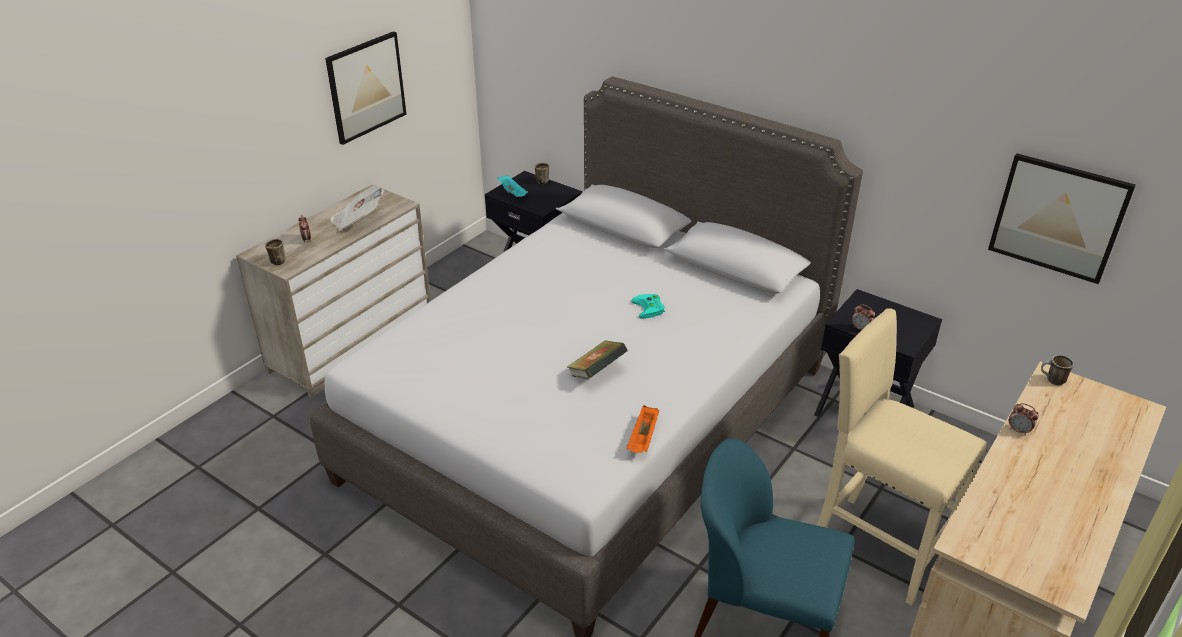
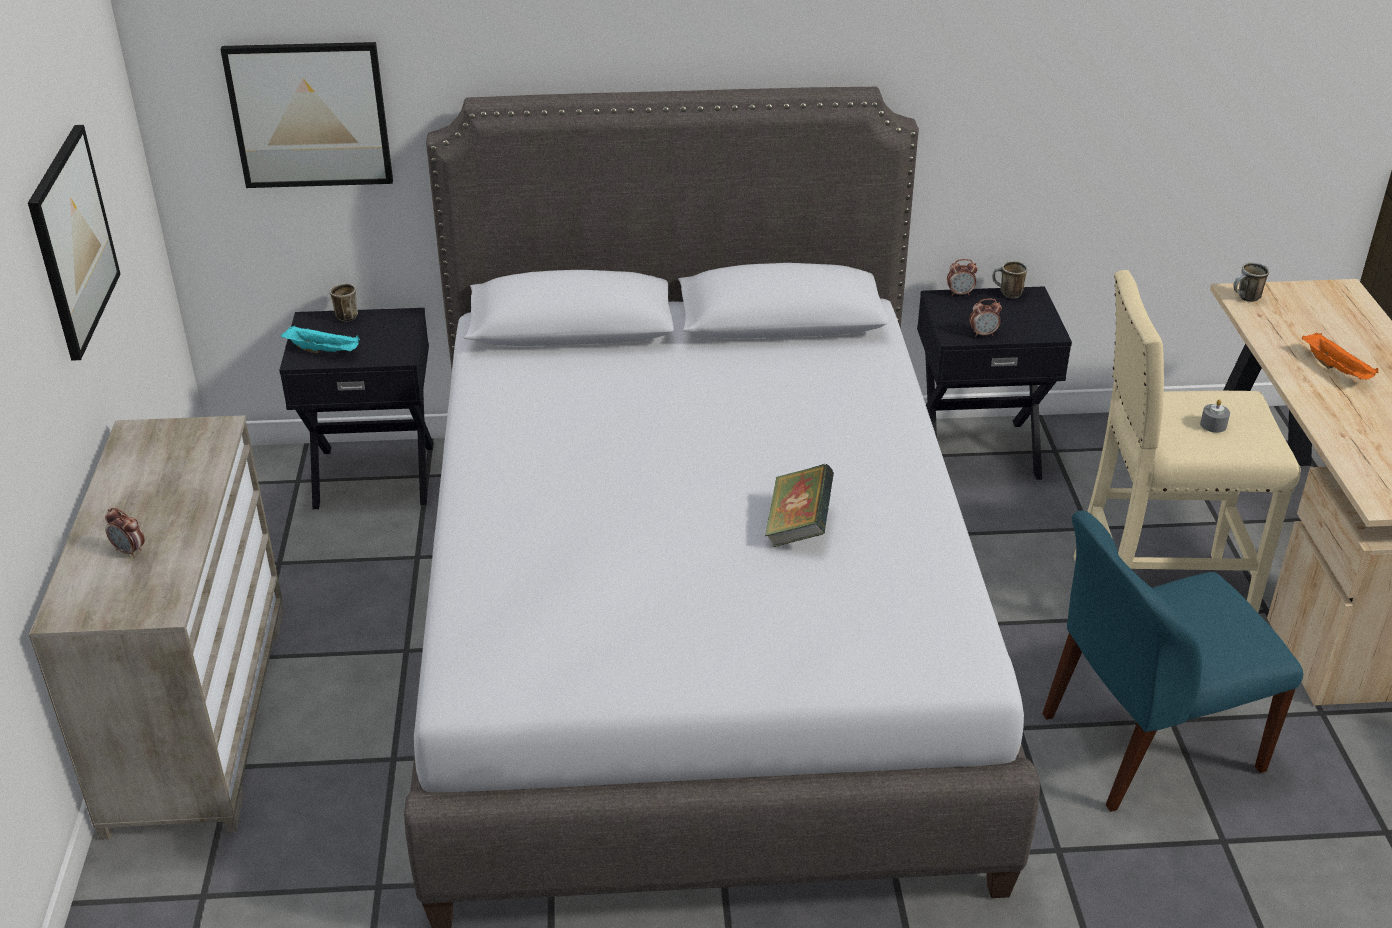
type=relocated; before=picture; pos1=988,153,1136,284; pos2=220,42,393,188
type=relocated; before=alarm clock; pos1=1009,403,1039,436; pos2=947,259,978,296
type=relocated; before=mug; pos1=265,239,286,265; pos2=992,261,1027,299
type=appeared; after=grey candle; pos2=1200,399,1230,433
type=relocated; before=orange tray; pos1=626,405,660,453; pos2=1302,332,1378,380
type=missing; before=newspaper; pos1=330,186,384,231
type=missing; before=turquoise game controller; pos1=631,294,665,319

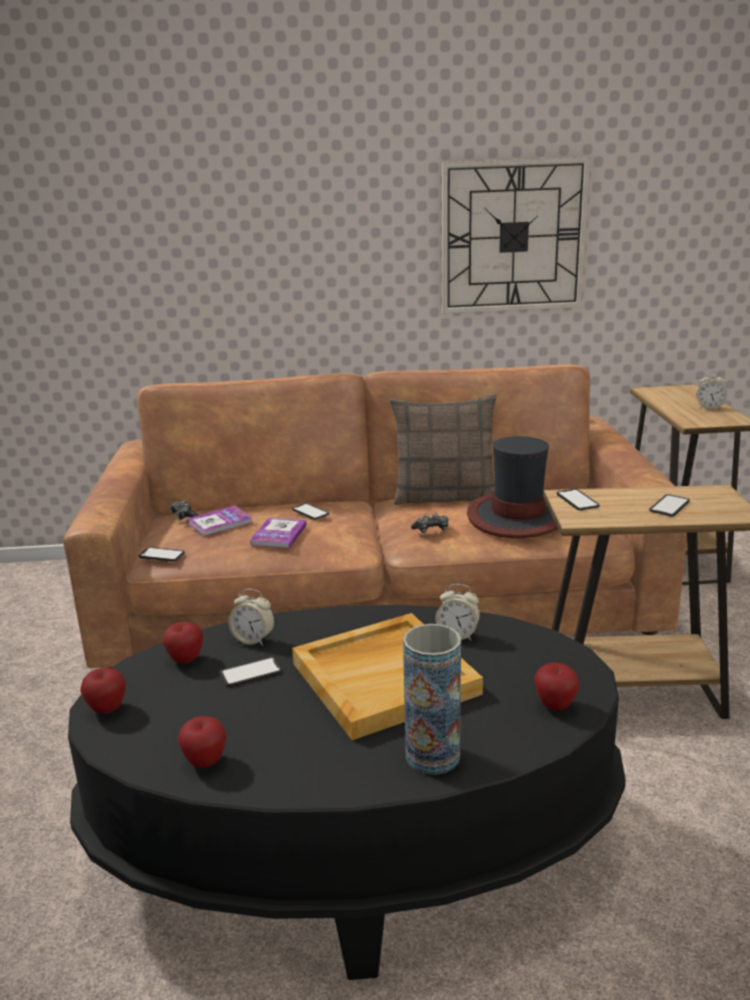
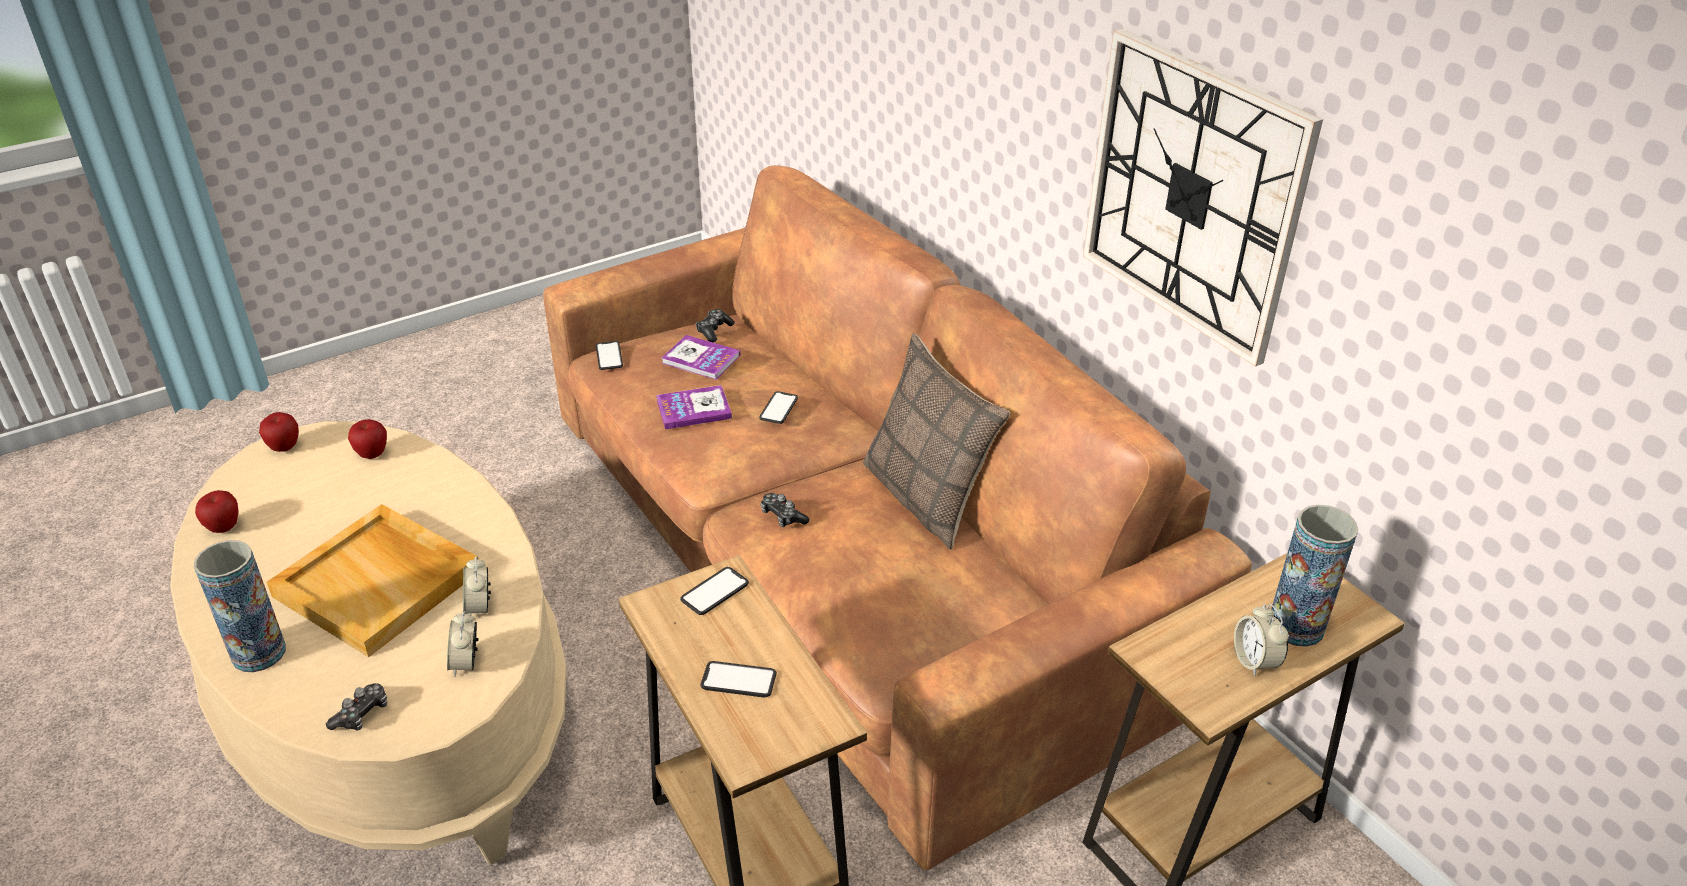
type=colour; before=black coffee table; after=beige coffee table; pos1=68,605,626,980; pos2=170,421,567,865
type=exchanged; before=apple; after=game controller; pos1=535,663,580,710; pos2=326,683,387,731
type=relocated; before=alarm clock; pos1=228,589,275,646; pos2=447,611,479,677
type=appeared; after=vase; pos2=1272,505,1359,647
type=missing; before=phone; pos1=220,657,282,687
type=missing; before=hat; pos1=467,436,558,538

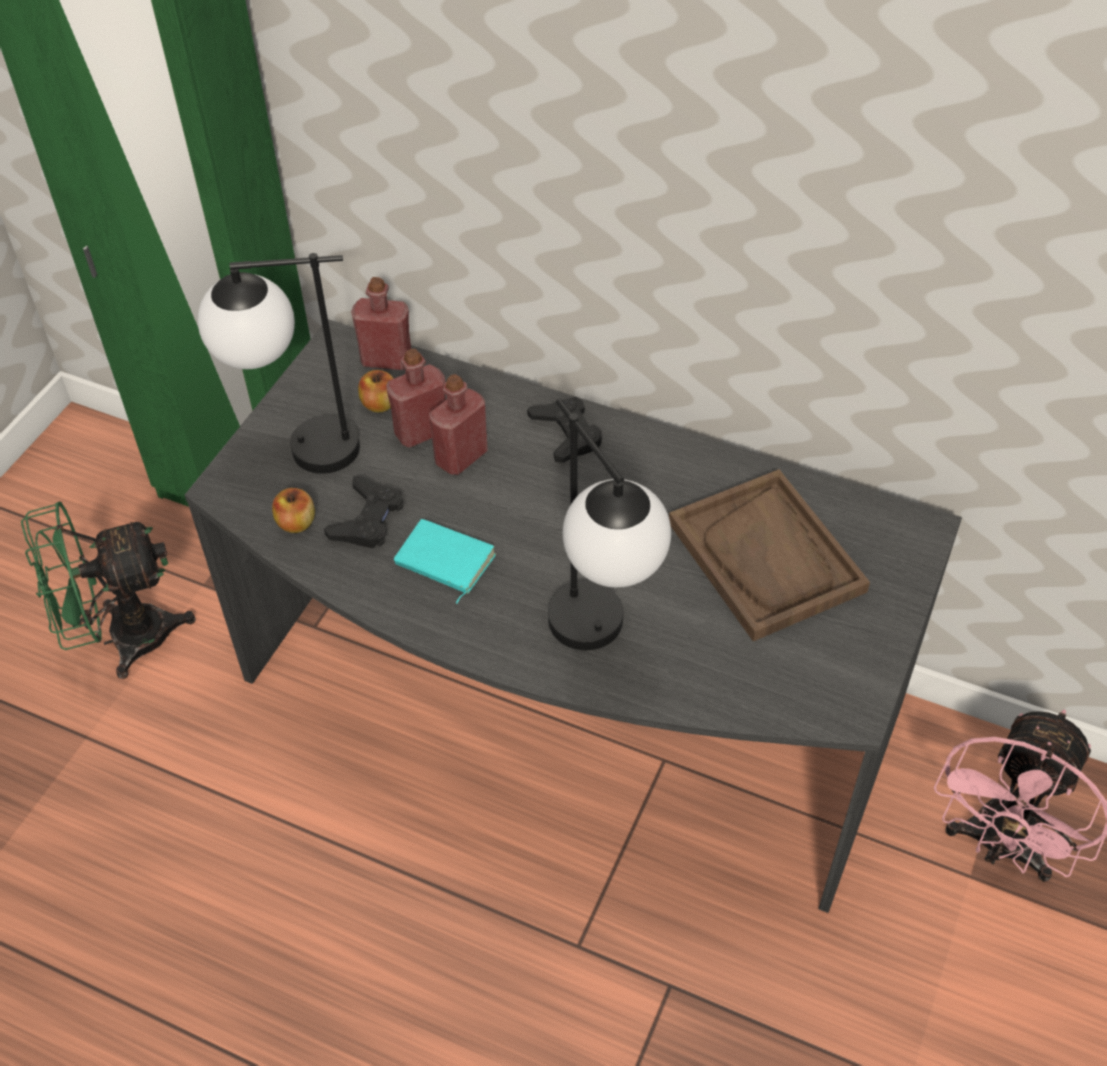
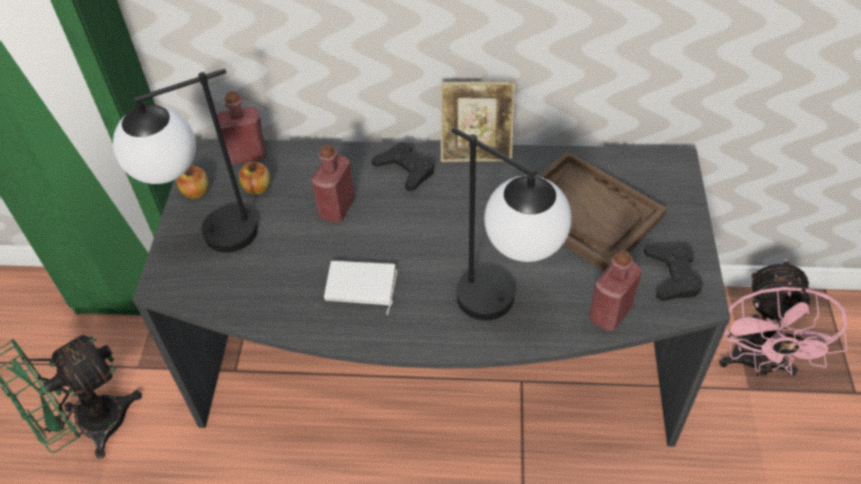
type=relocated; before=apple; pos1=272,488,315,533; pos2=176,166,209,199
type=colour; before=turquoise book; after=white book; pos1=394,519,496,603; pos2=324,261,397,315
type=appeared; after=picture frame; pos2=440,81,516,162
type=relocated; before=red bottle; pos1=386,349,446,448; pos2=589,250,642,331
type=relocated; before=black game controller; pos1=324,476,404,549; pos2=644,245,704,301

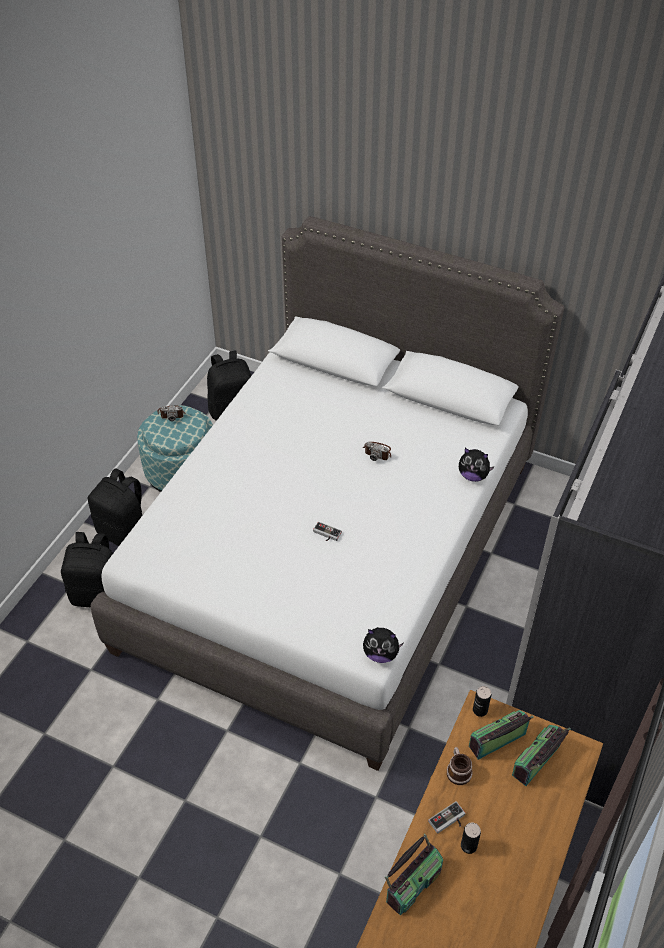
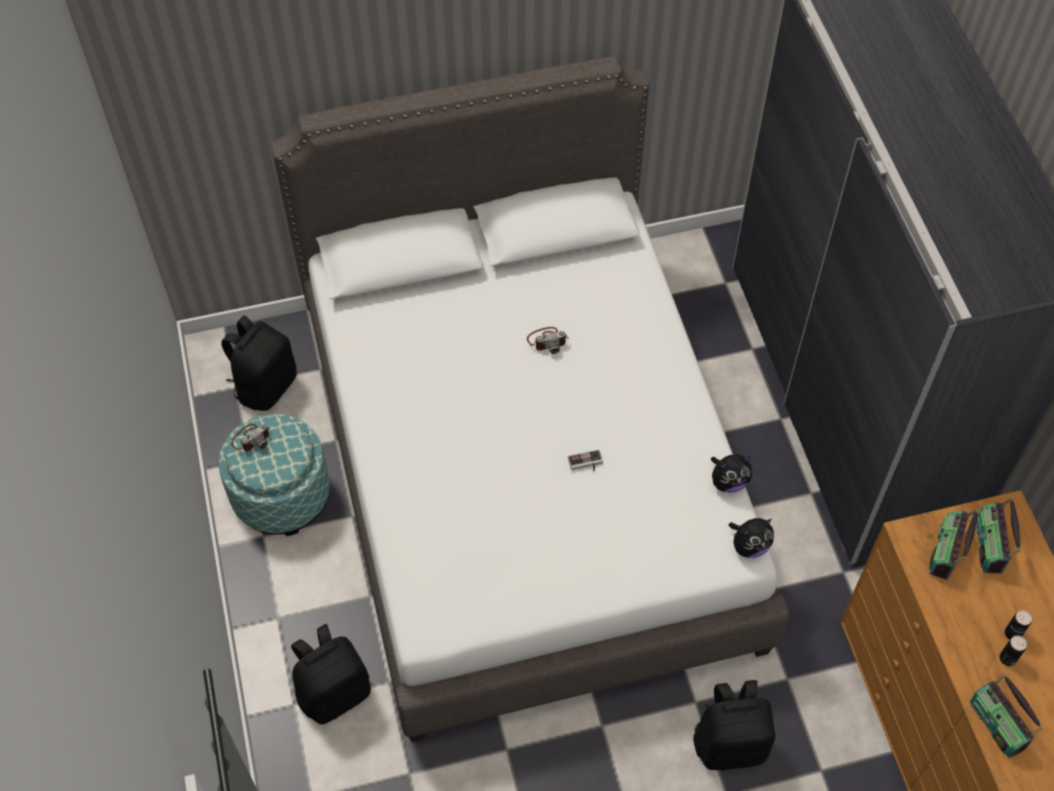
type=relocated; before=black backpack; pos1=88,468,142,546; pos2=693,680,775,770
type=relocated; before=plush toy; pos1=459,448,495,482; pos2=711,454,752,493
type=spun; before=radio; pos1=385,834,443,916; pos2=970,674,1043,758; turn=150
type=relocated; before=can; pos1=473,686,491,717; pos2=1005,610,1032,640
type=missing; before=game controller; pos1=428,801,465,834
type=missing; before=mug; pos1=447,747,473,785

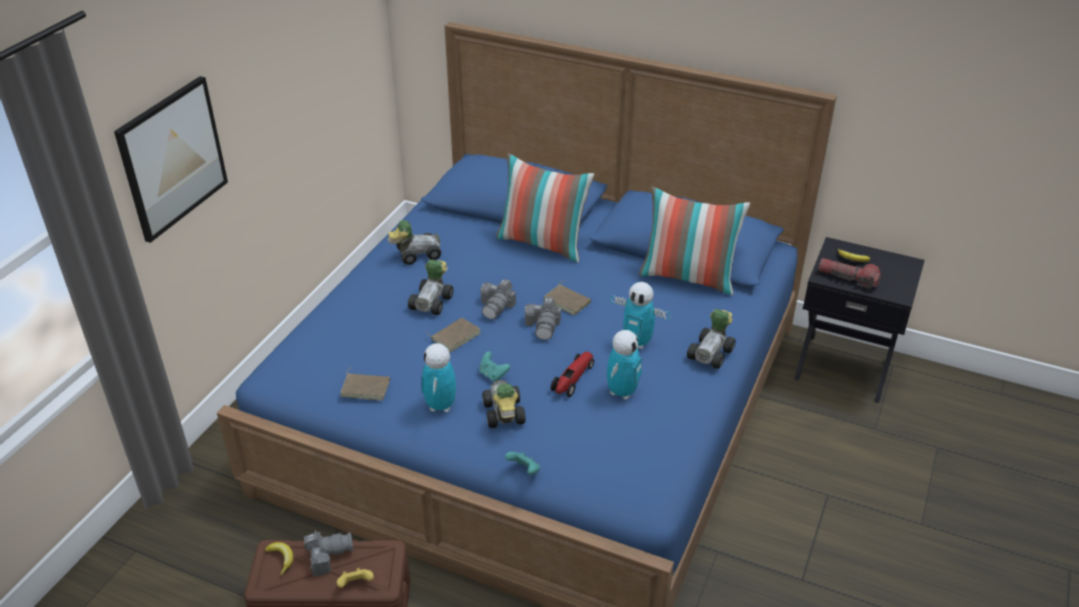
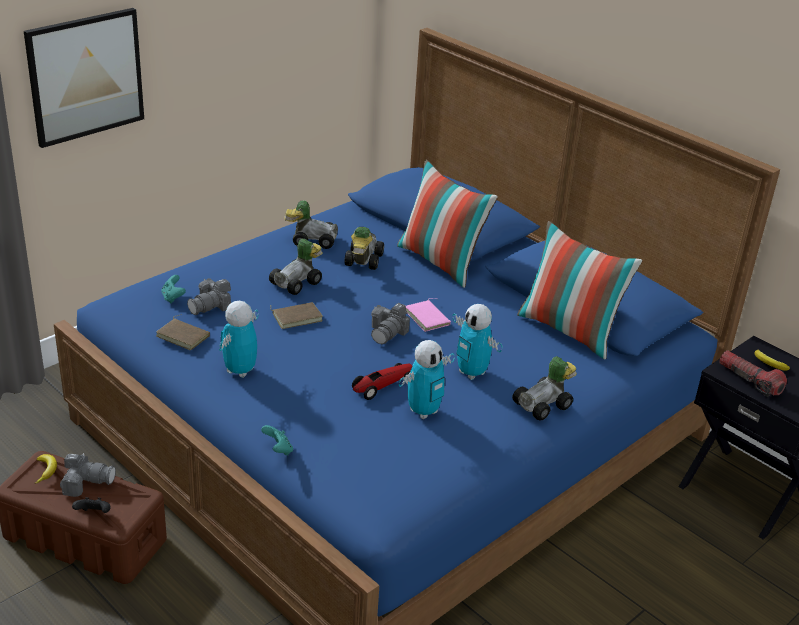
type=colour; before=yellow game controller; after=black game controller; pos1=337,568,374,588; pos2=72,497,111,513
type=relocated; before=turquoise game controller; pos1=479,351,510,381; pos2=161,275,186,303
type=relocated; before=photo camera; pos1=480,279,516,319; pos2=187,278,231,315
type=relocated; before=toy car; pos1=482,380,526,428; pos2=344,227,384,270
type=colour; before=brown book; after=pink book; pos1=543,281,591,316; pos2=406,298,451,332

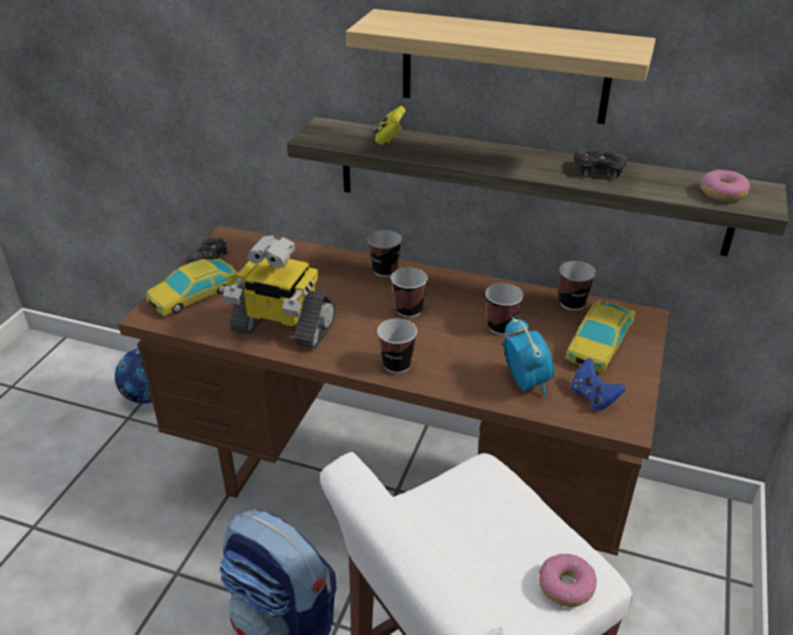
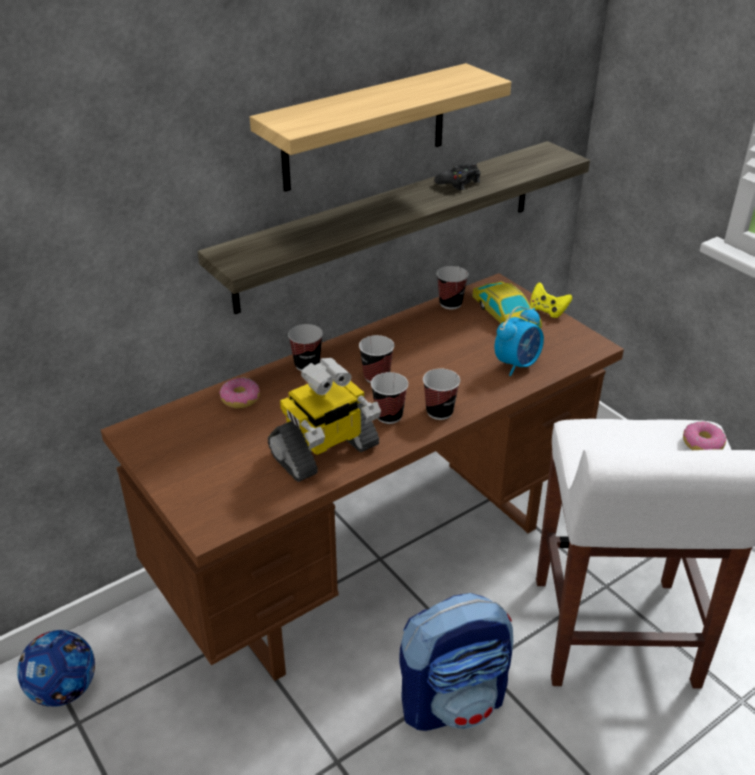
type=relocated; before=donut; pos1=701,170,750,201; pos2=219,378,260,408
type=relocated; before=cup; pos1=486,283,524,335; pos2=371,372,408,424
type=spun; before=alarm clock; pos1=503,317,554,396; pos2=495,306,544,376; turn=120
type=relocated; before=yellow game controller; pos1=374,106,405,145; pos2=530,282,572,318
type=missing; before=toy car; pos1=146,259,239,316
type=missing; before=black game controller; pos1=185,237,229,264
type=missing; before=blue game controller; pos1=571,358,625,411

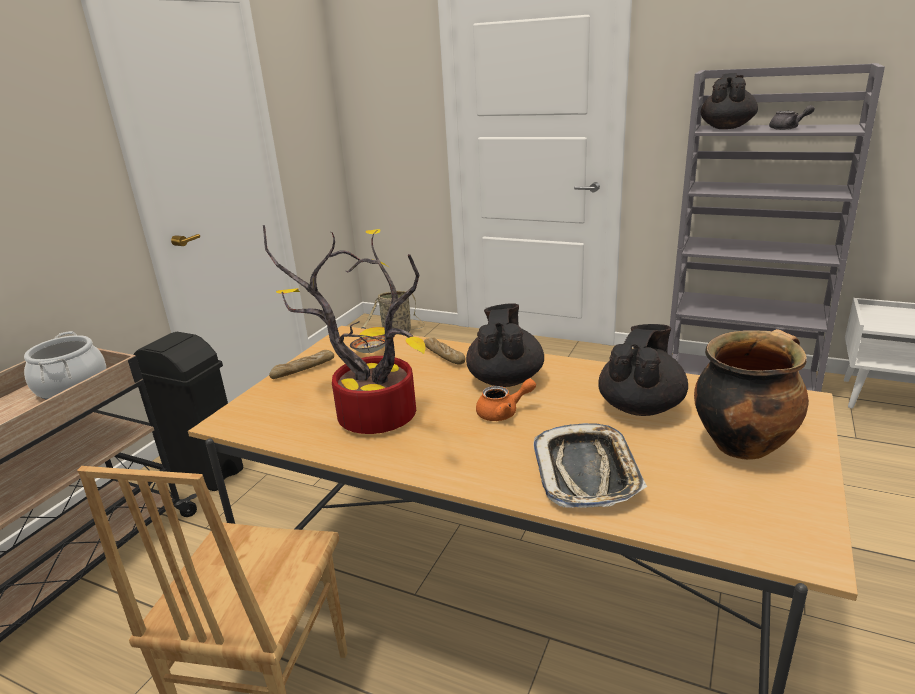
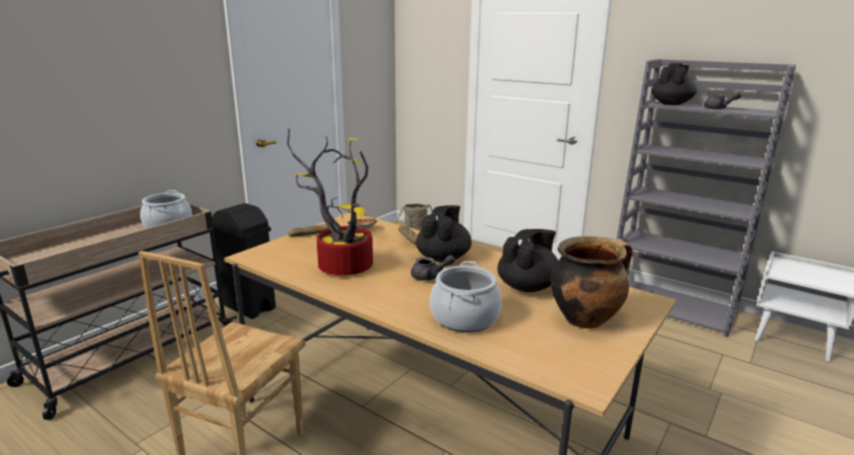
type=colour; before=orange teapot; after=grey teapot; pos1=476,379,536,421; pos2=411,255,455,281
type=exchanged; before=tray; after=cooking pot; pos1=534,423,647,508; pos2=430,261,502,332

